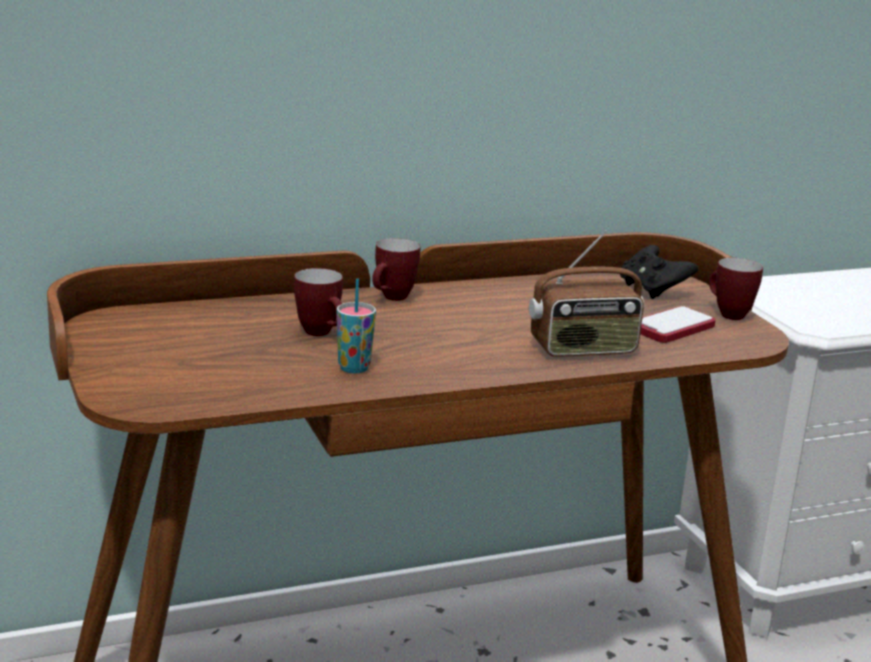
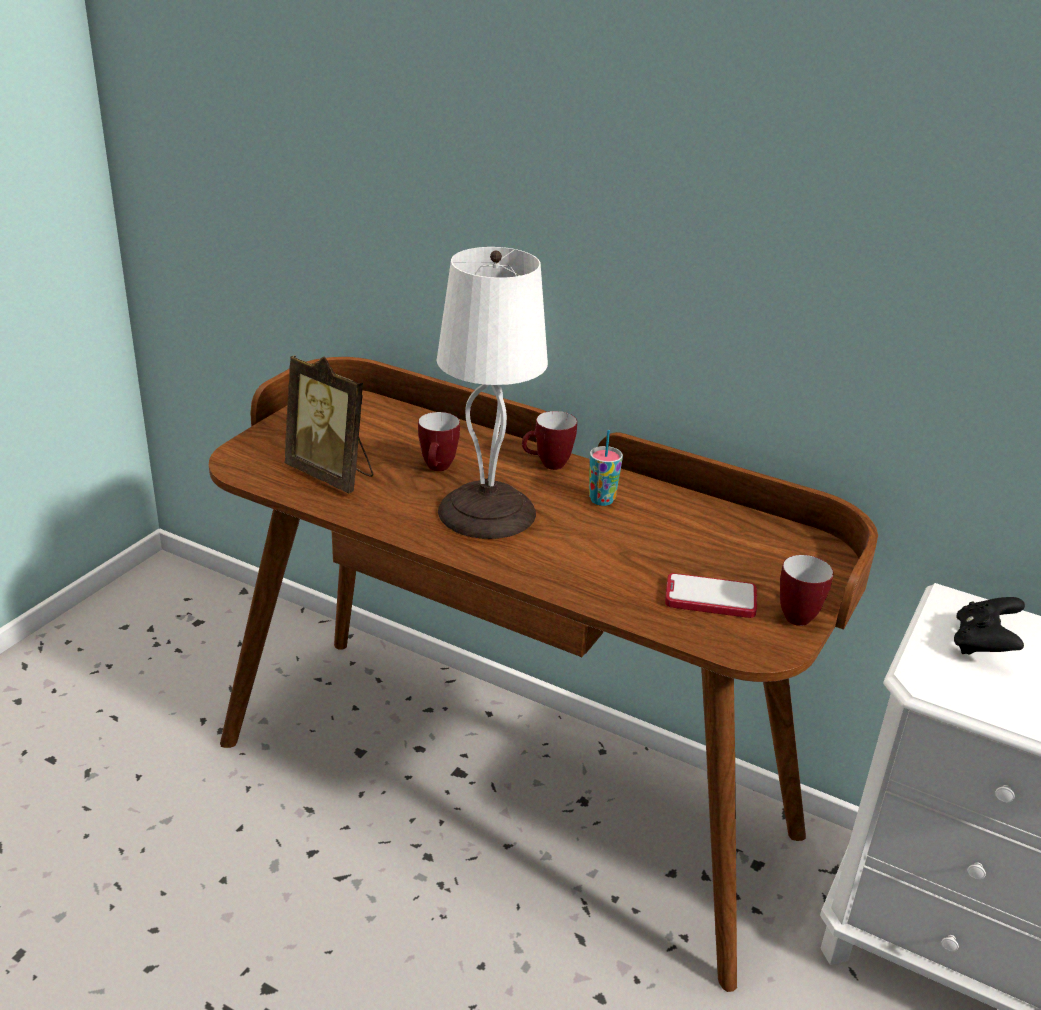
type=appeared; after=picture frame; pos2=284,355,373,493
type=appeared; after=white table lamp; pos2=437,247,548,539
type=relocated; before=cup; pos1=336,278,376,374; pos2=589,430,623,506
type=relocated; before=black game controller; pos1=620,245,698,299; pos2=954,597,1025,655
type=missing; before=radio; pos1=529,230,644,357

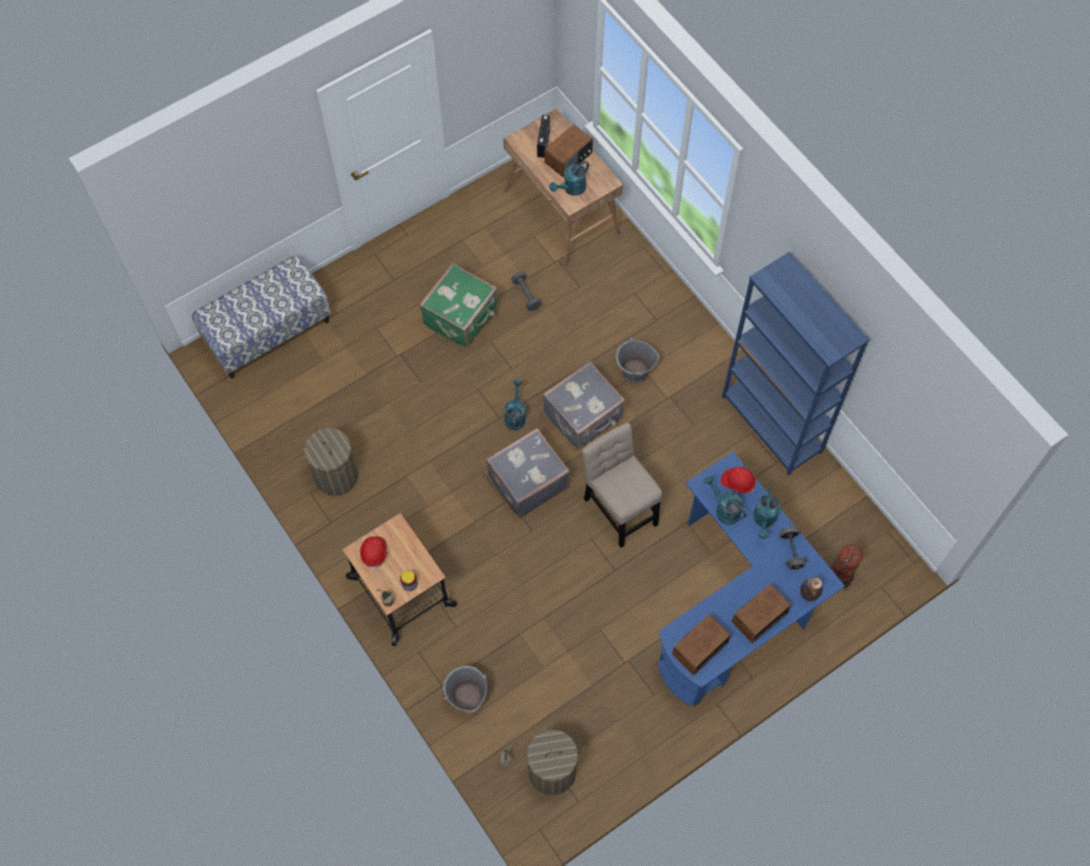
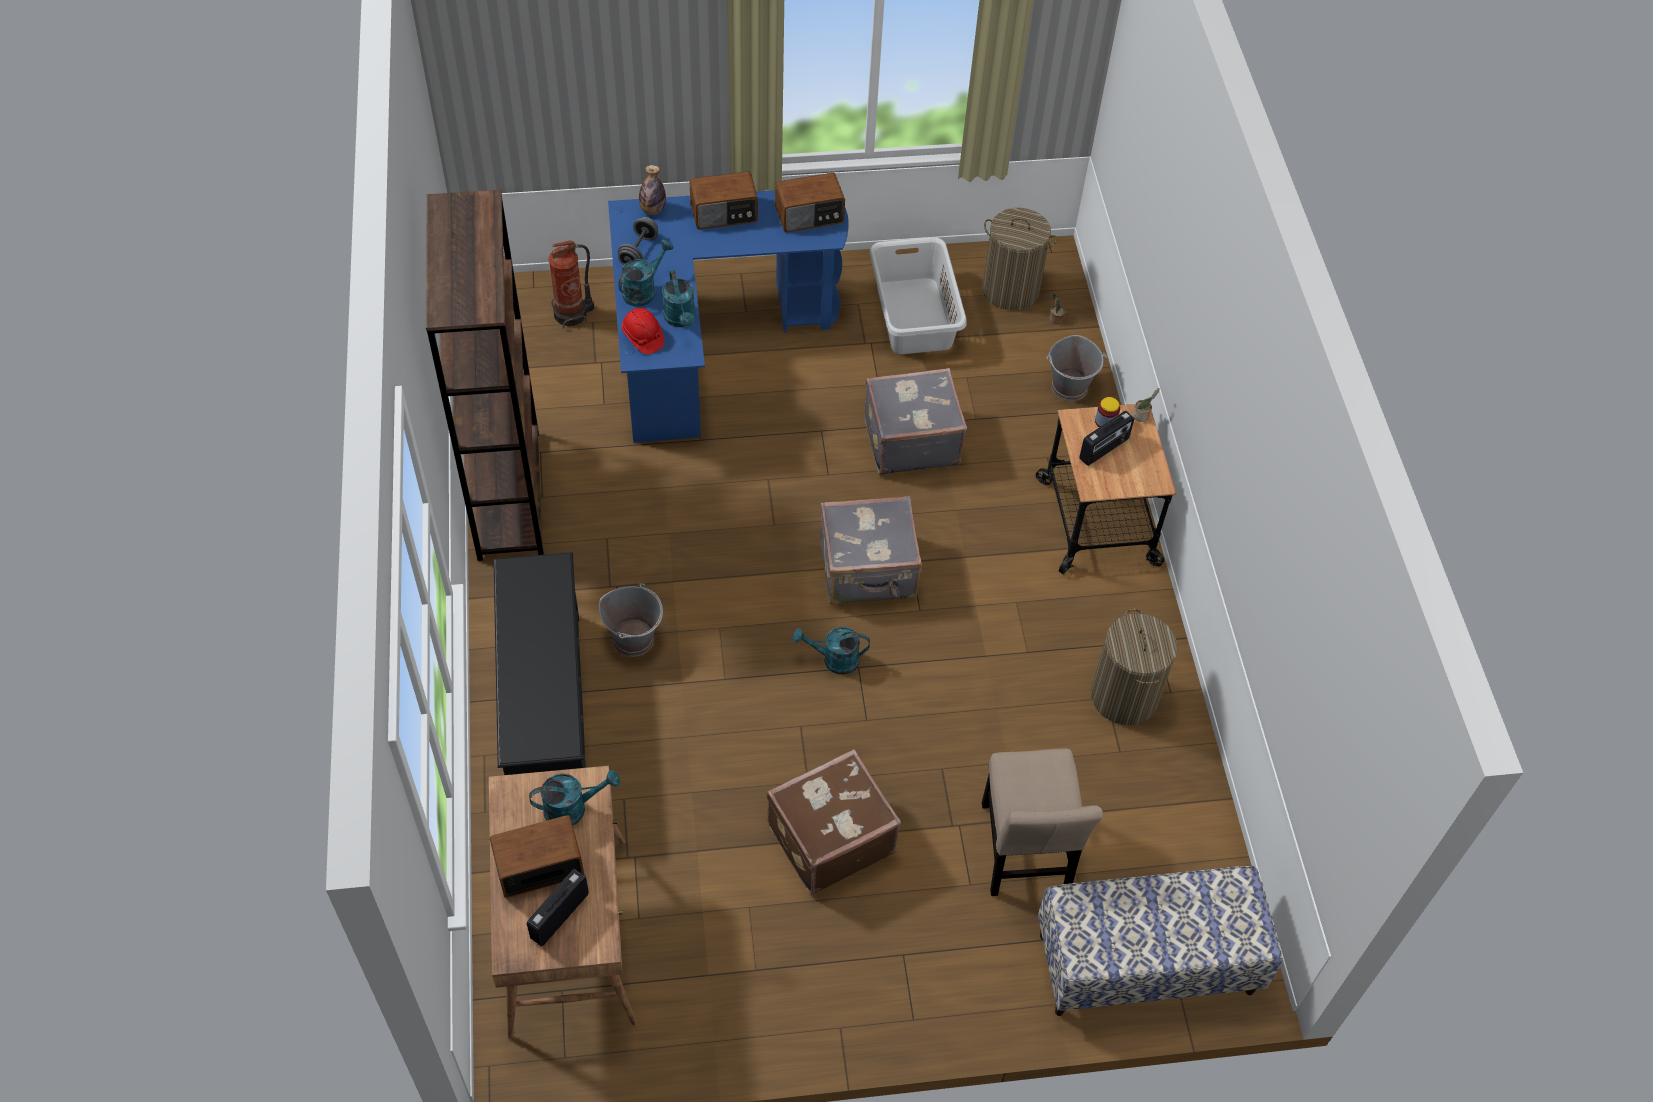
type=colour; before=blue bookcase; after=brown bookcase; pos1=722,252,869,476; pos2=426,190,544,561
type=appeared; after=black shoe rack; pos2=494,552,586,775
type=colour; before=green suitcase; after=brown suitcase; pos1=419,263,498,349; pos2=767,749,901,895
type=spun; before=turquoise watering can; pos1=504,380,526,430; pos2=792,627,870,675; turn=60
type=relocated; before=grey suitcase; pos1=543,361,625,450; pos2=864,368,967,475
type=appeared; after=grey laundry basket; pos2=870,237,967,354
type=relocated; before=beige chair; pos1=582,422,662,548; pos2=982,749,1103,896
type=appeared; after=radio; pos2=1079,411,1134,466
type=missing; before=red hard hat; pos1=360,537,387,570
type=missing; before=grey dumbbell; pos1=511,272,541,311

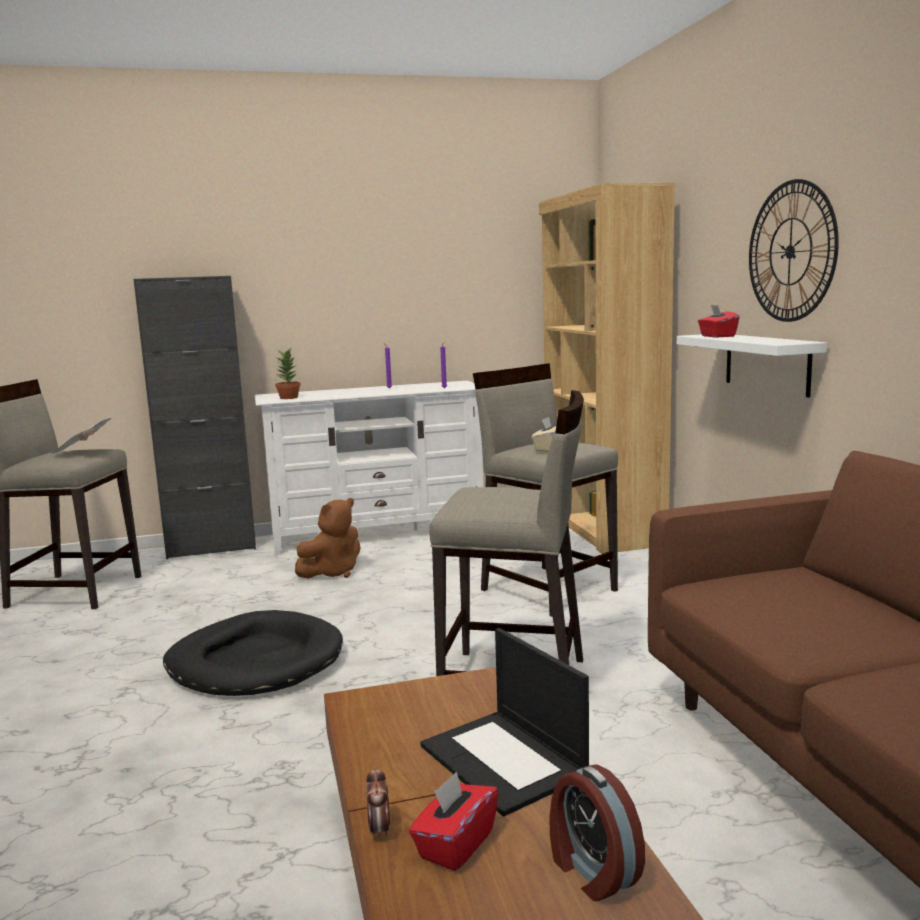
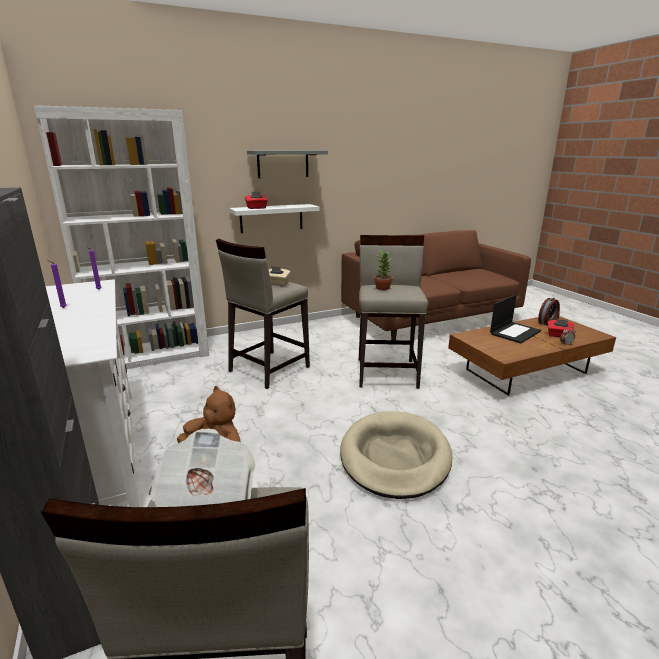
type=colour; before=brown bookcase; after=white bookcase; pos1=539,183,675,554; pos2=34,105,209,369
type=exchanged; before=wall clock; after=grey shelf; pos1=749,179,839,322; pos2=247,150,328,178
type=colour; before=black dog bed; after=beige dog bed; pos1=163,610,343,696; pos2=340,411,452,499
type=relocated; before=potted plant; pos1=275,346,301,399; pos2=374,249,394,290

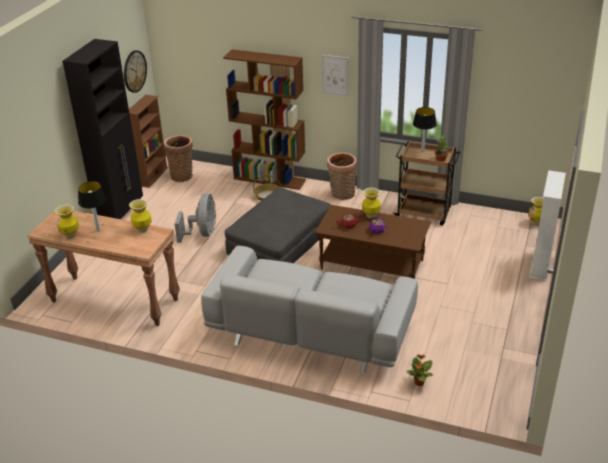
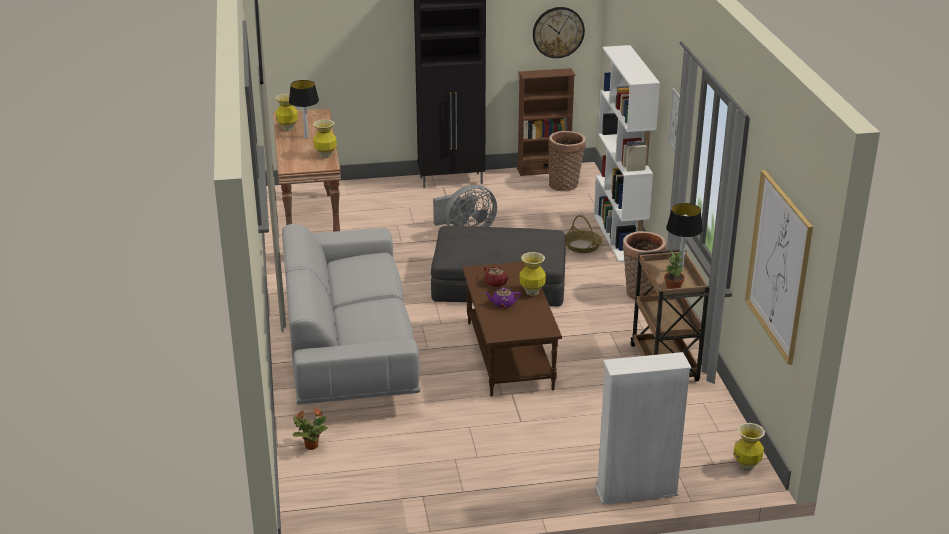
type=colour; before=brown bookcase; after=white bookcase; pos1=223,49,306,190; pos2=594,45,660,262
type=appeared; after=picture; pos2=745,170,813,365

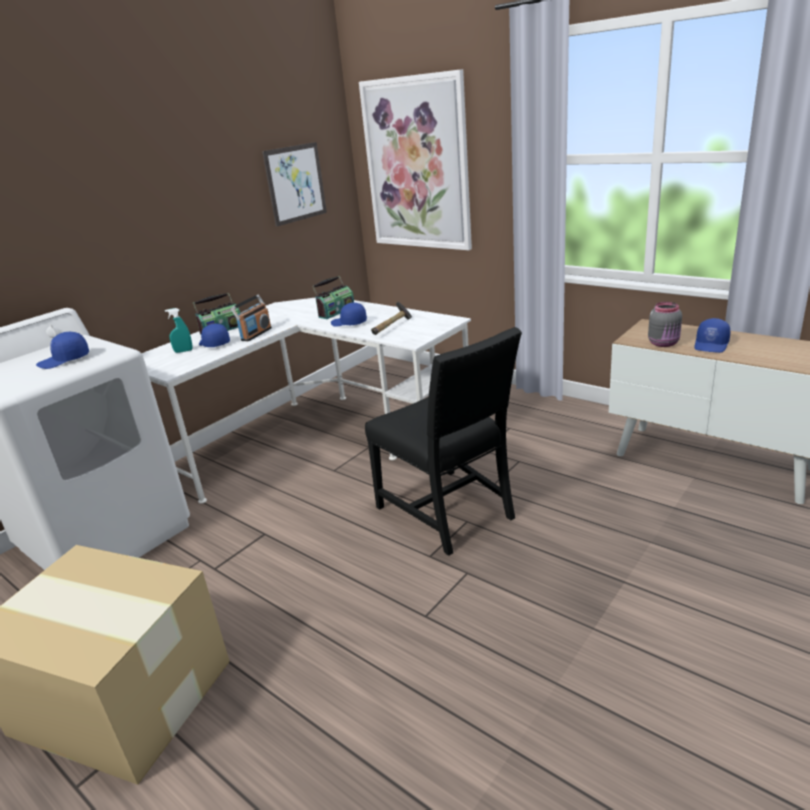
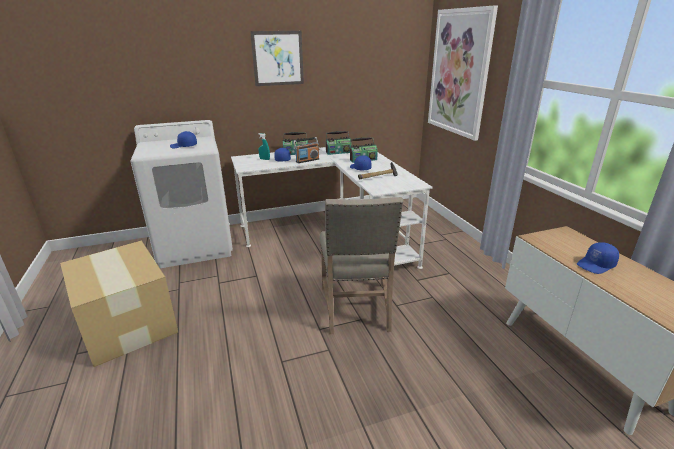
type=relocated; before=picture; pos1=262,142,327,227; pos2=250,31,304,86
type=colour; before=black chair; after=beige chair; pos1=365,327,522,556; pos2=320,197,403,334
type=appeared; after=radio; pos2=326,131,352,155
type=missing; before=grey jar; pos1=648,302,682,347

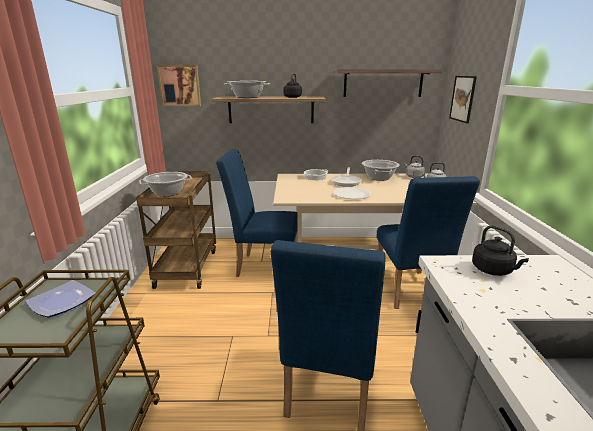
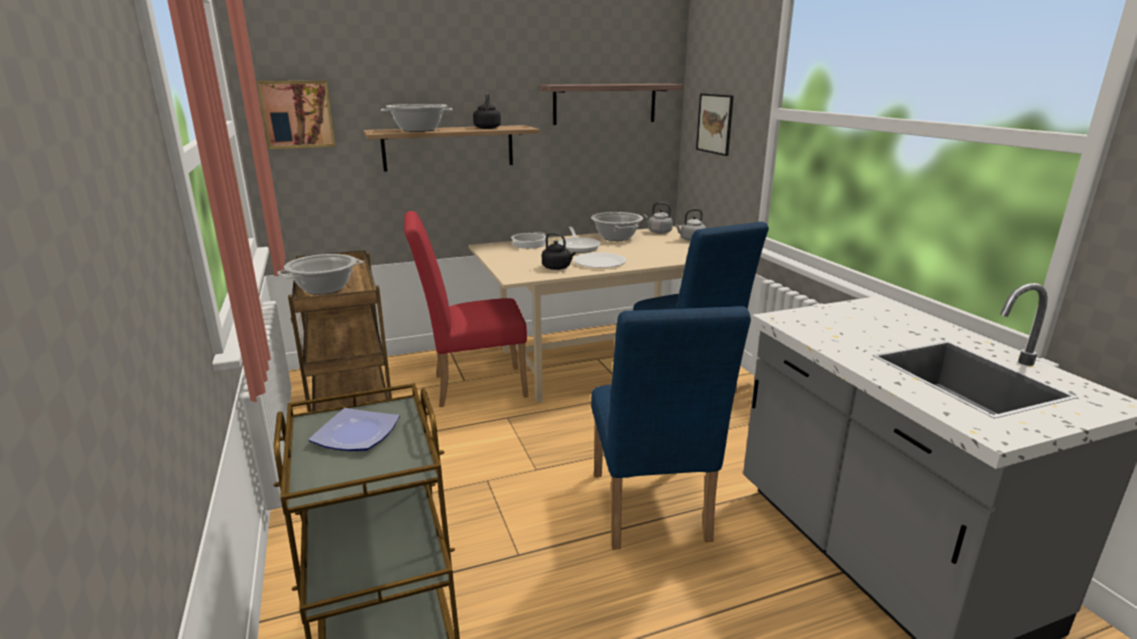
type=colour; before=blue chair; after=red chair; pos1=216,149,297,277; pos2=404,211,528,407
type=relocated; before=black kettle; pos1=472,225,529,276; pos2=542,232,576,270

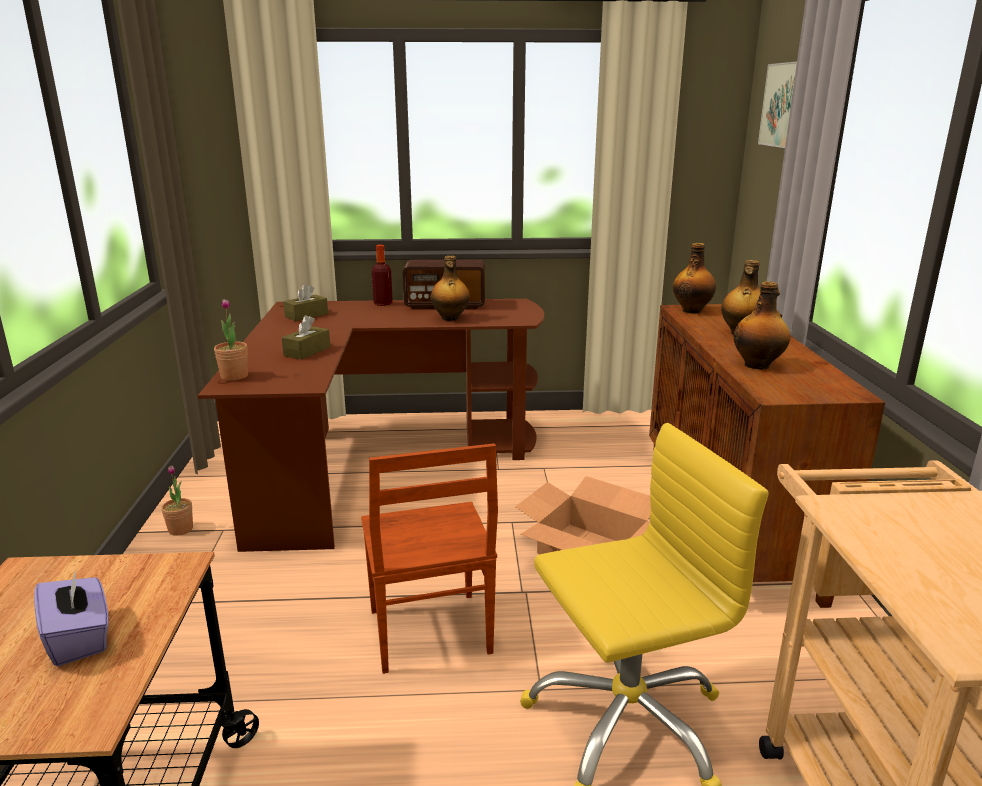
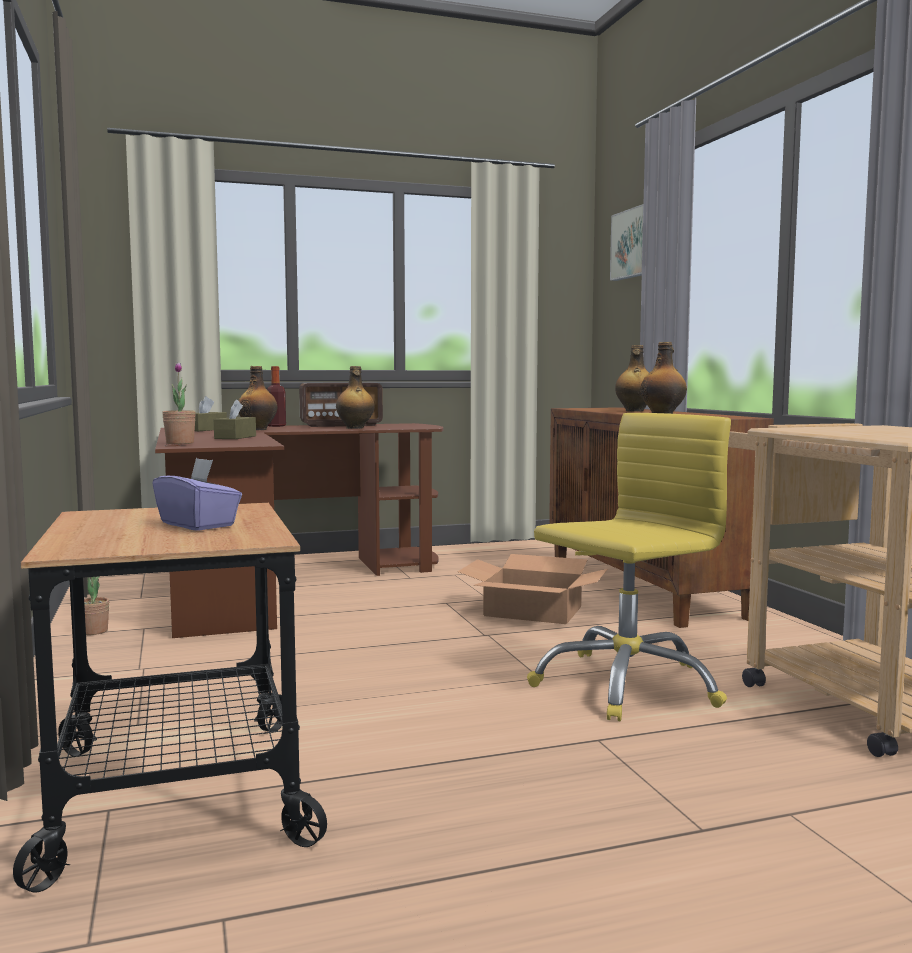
type=relocated; before=bottle; pos1=673,243,716,314; pos2=239,366,278,430
type=missing; before=brown chair; pos1=361,443,498,674

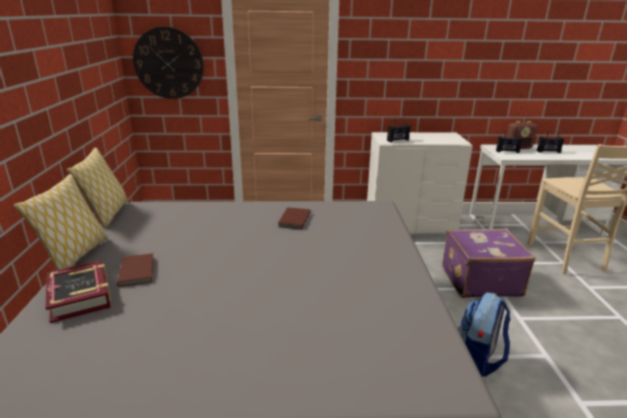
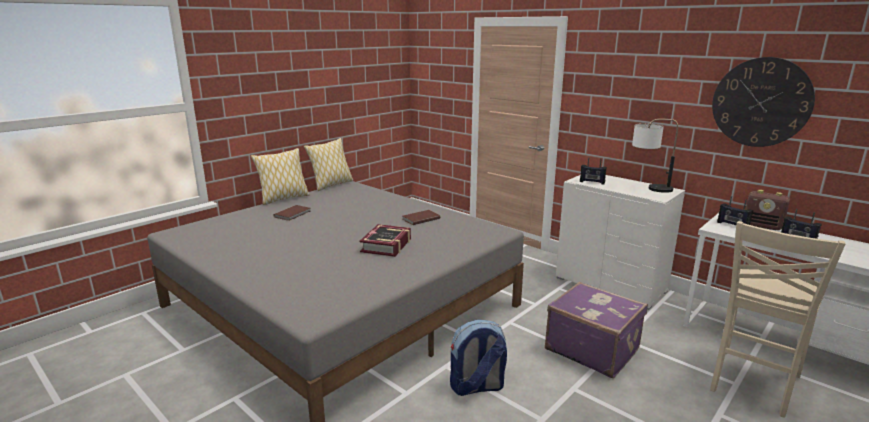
type=relocated; before=book; pos1=46,260,112,323; pos2=360,224,411,257
type=appeared; after=table lamp; pos2=632,119,678,193
type=relocated; before=wall clock; pos1=133,27,204,99; pos2=712,57,815,147

